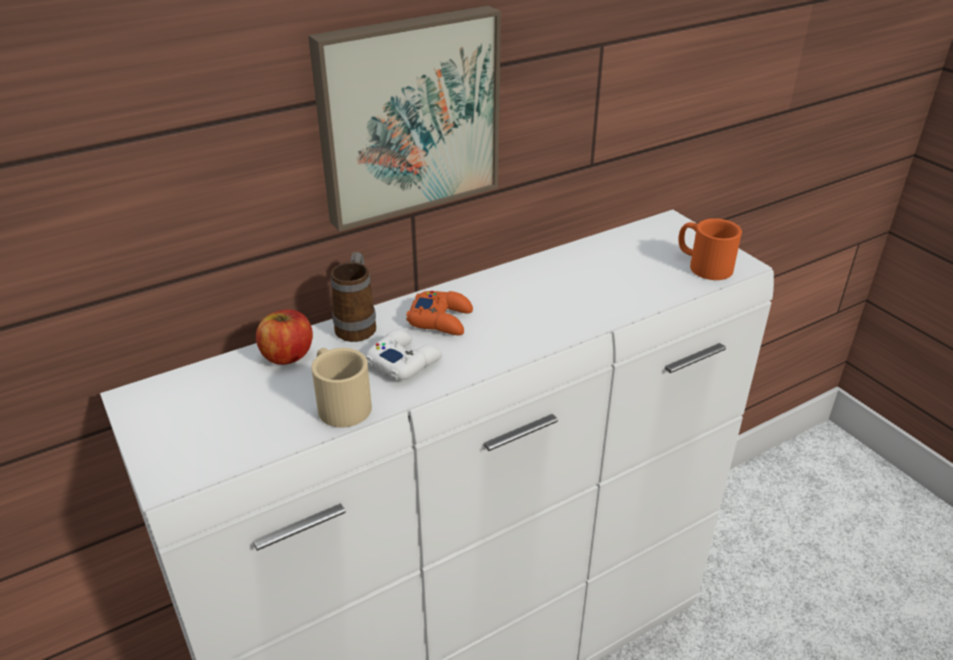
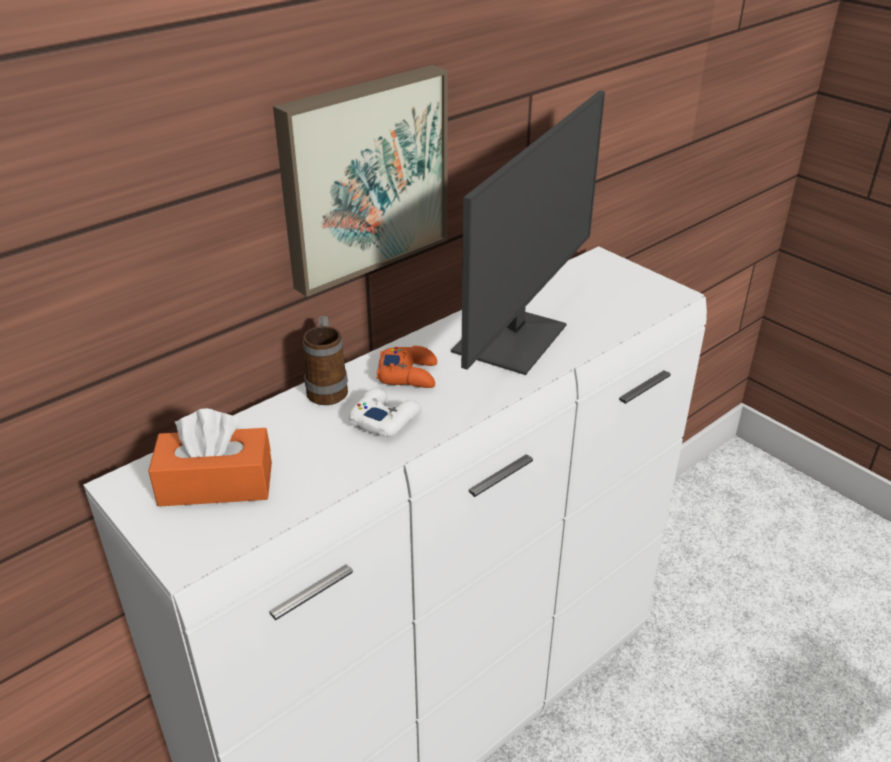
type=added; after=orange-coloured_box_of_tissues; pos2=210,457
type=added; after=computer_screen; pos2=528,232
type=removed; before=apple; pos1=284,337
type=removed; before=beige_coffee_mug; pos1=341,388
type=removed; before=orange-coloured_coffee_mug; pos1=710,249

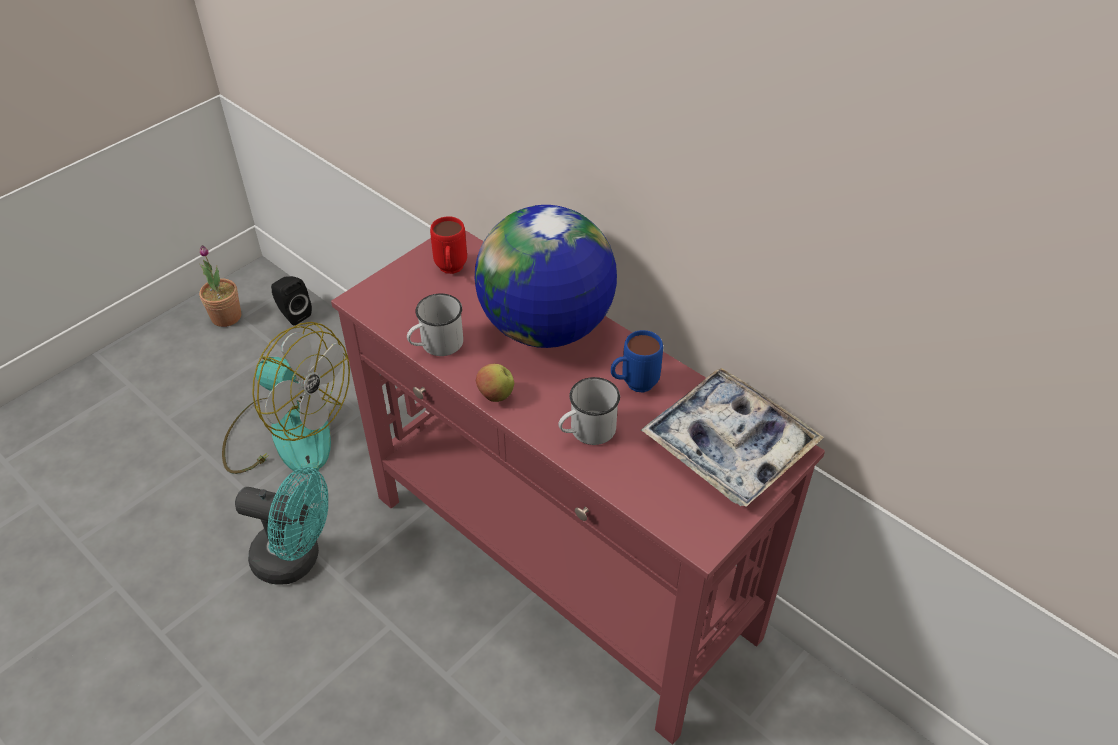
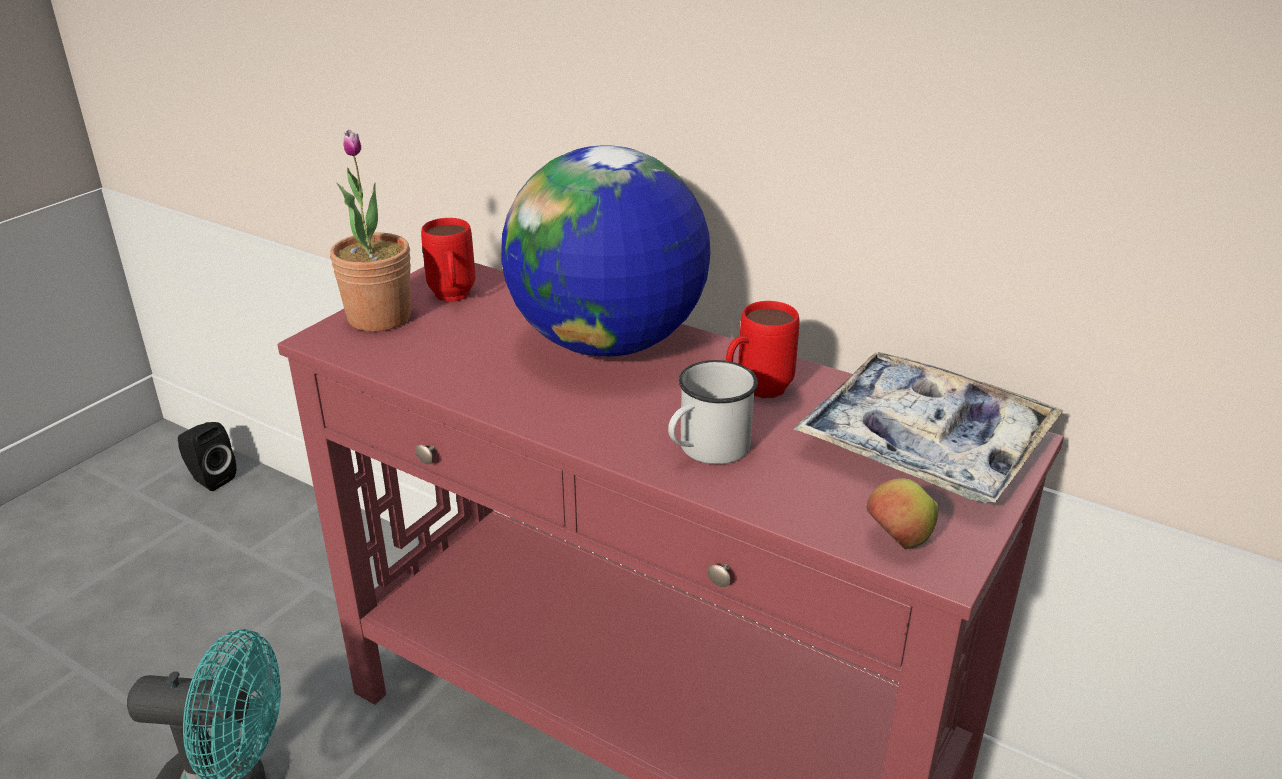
type=moved; before=houseplant; pos1=220,286; pos2=370,231
type=recoloured; before=blue-coloured_coffee_mug; after=reddish_coffee_mug; pos1=637,361; pos2=763,349
type=moved; before=apple; pos1=495,383; pos2=902,513
type=removed; before=electric_fan; pos1=286,398
type=removed; before=white-coloured_coffee_mug; pos1=435,324

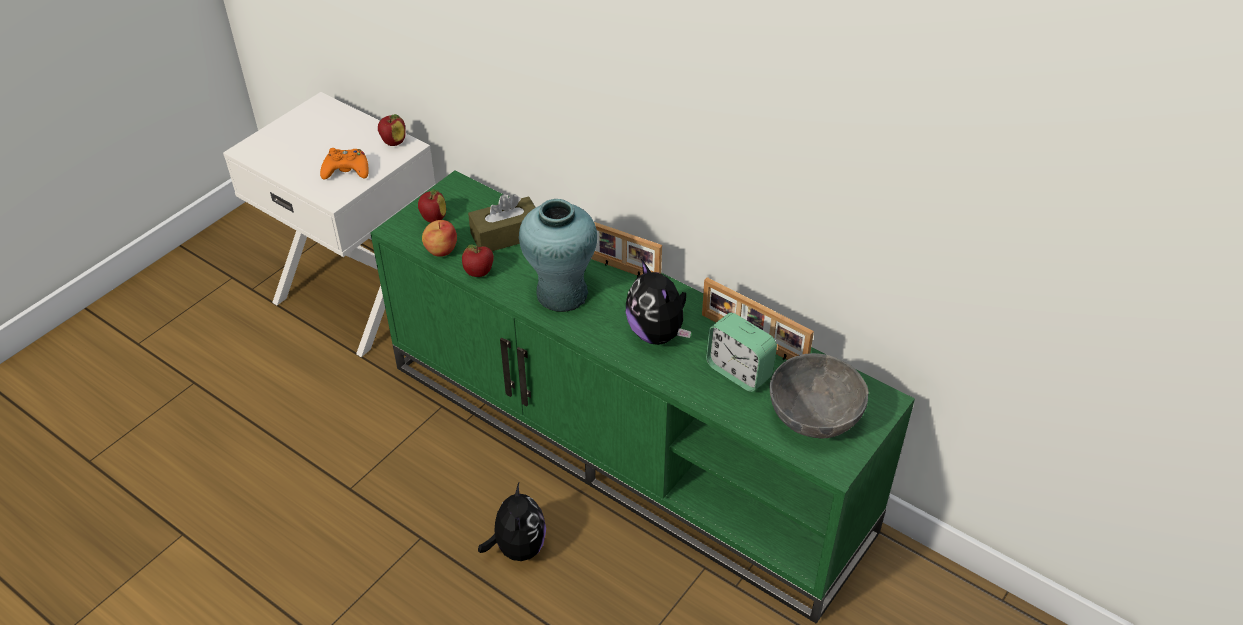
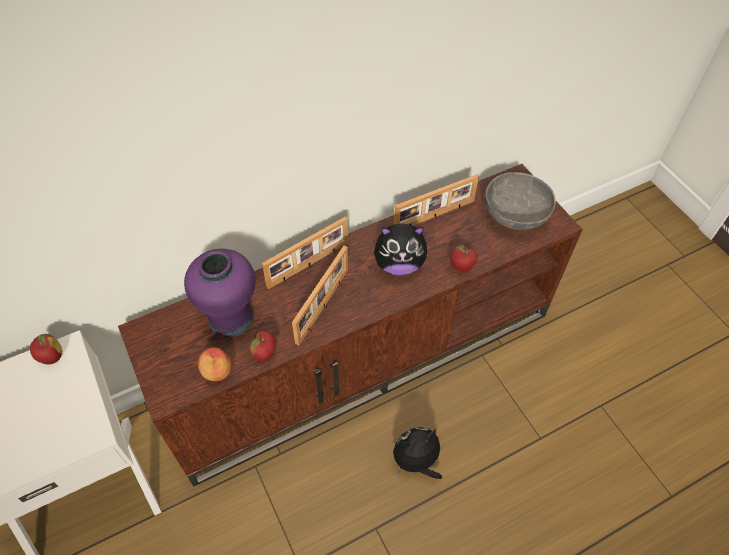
type=recoloured; before=greenish_tv_stand; after=brownish_tv_stand; pos1=642,396; pos2=350,325
type=replaced; before=brownish_box_of_tissues; after=purple_decorative_vase; pos1=502,222; pos2=219,293
type=replaced; before=turquoise_decorative_vase; after=photo_frame; pos1=558,255; pos2=320,296
type=turned; before=cuddly_toy; pos1=512,522; pos2=417,453; turn=-45
type=moved; before=apple; pos1=432,206; pos2=464,258
type=removed; before=orange-coloured_game_controller; pos1=344,164
type=removed; before=table_clock; pos1=741,352

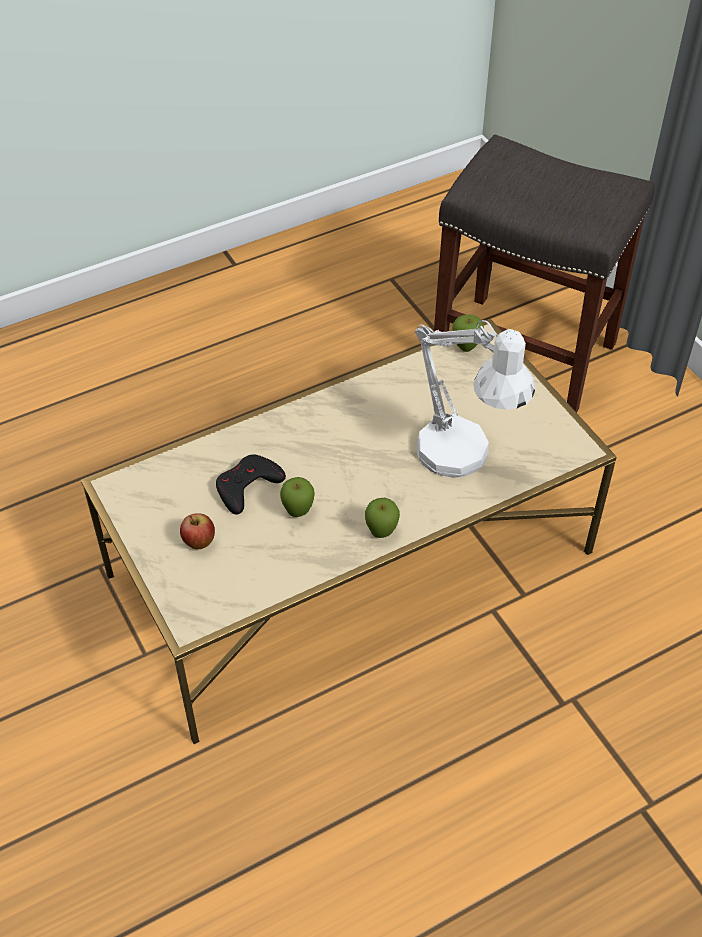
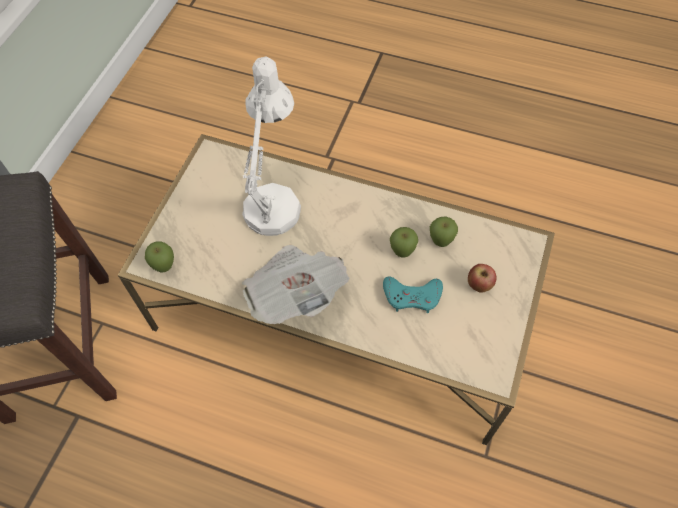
type=added; after=printed_paper; pos2=295,284
type=recoloured; before=black-coloured_game_controller; after=turquoise_game_controller; pos1=251,485; pos2=413,295
type=moved; before=apple; pos1=382,518; pos2=444,232

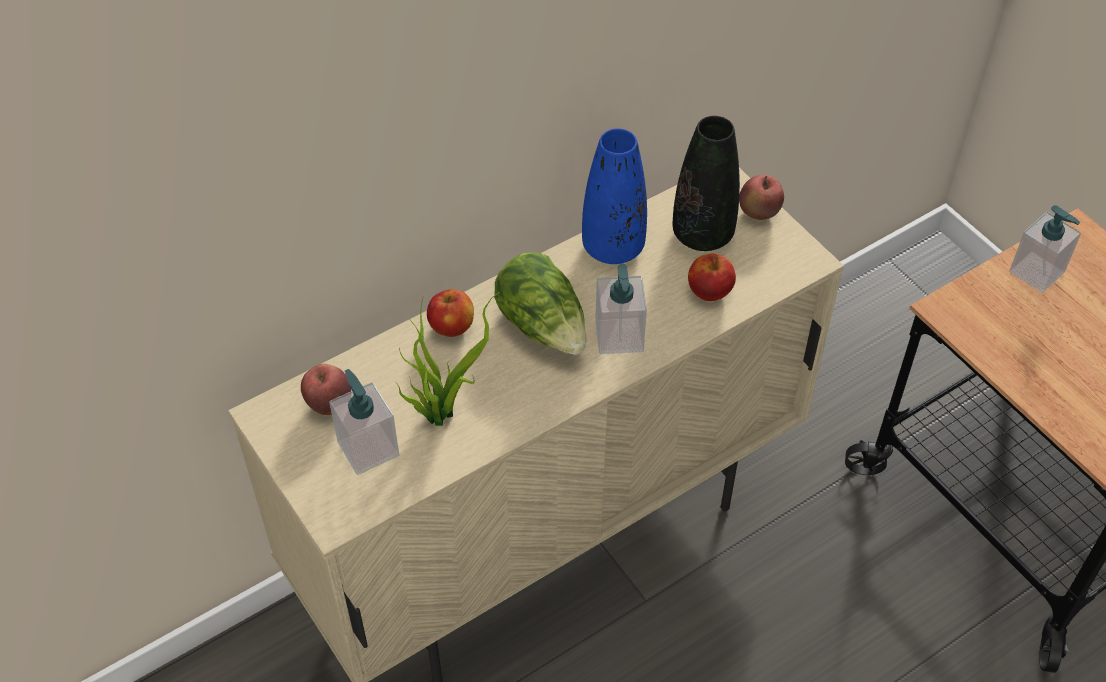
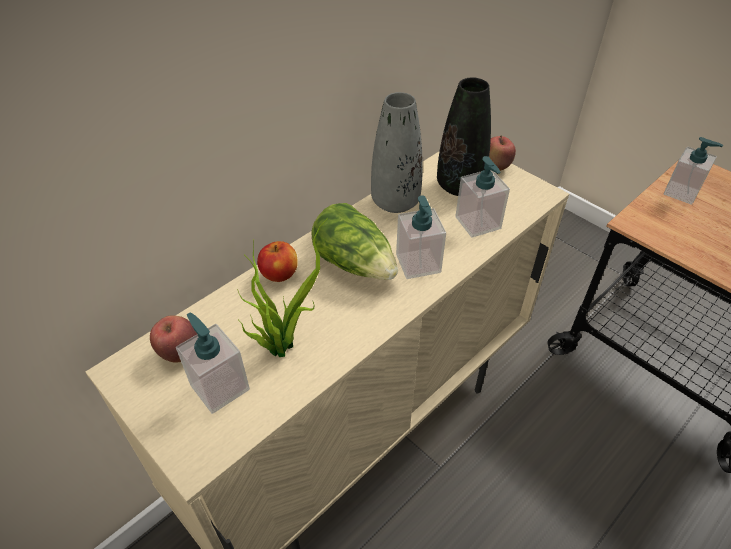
type=recoloured; before=blue-coloured_decorative_vase; after=greyish_decorative_vase; pos1=614,196; pos2=397,152
type=replaced; before=apple; after=soap_bottle; pos1=712,277; pos2=482,196

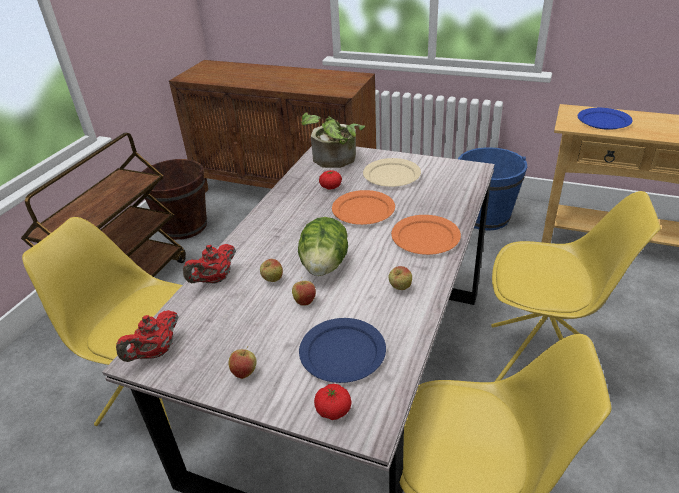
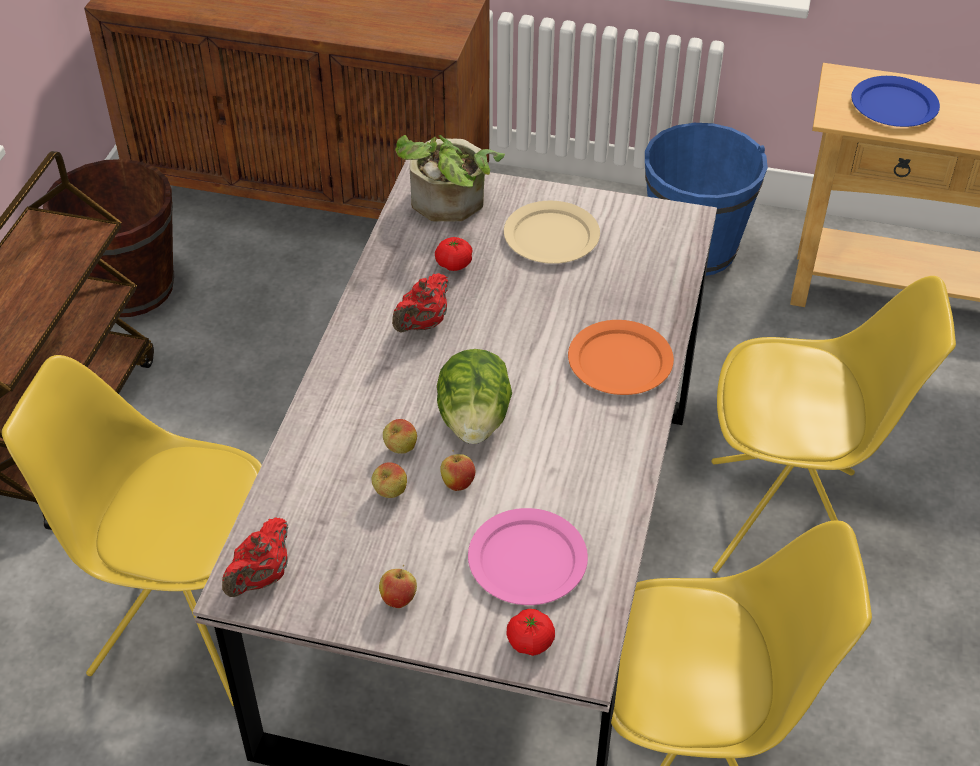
type=moved; before=apple; pos1=400,278; pos2=389,480
type=moved; before=reddish_tea_pot; pos1=209,264; pos2=420,303
type=recoloured; before=blue-coloured_flat_dish; after=pink_flat_dish; pos1=342,350; pos2=528,556
type=removed; before=orange-coloured_flat_dish; pos1=363,207

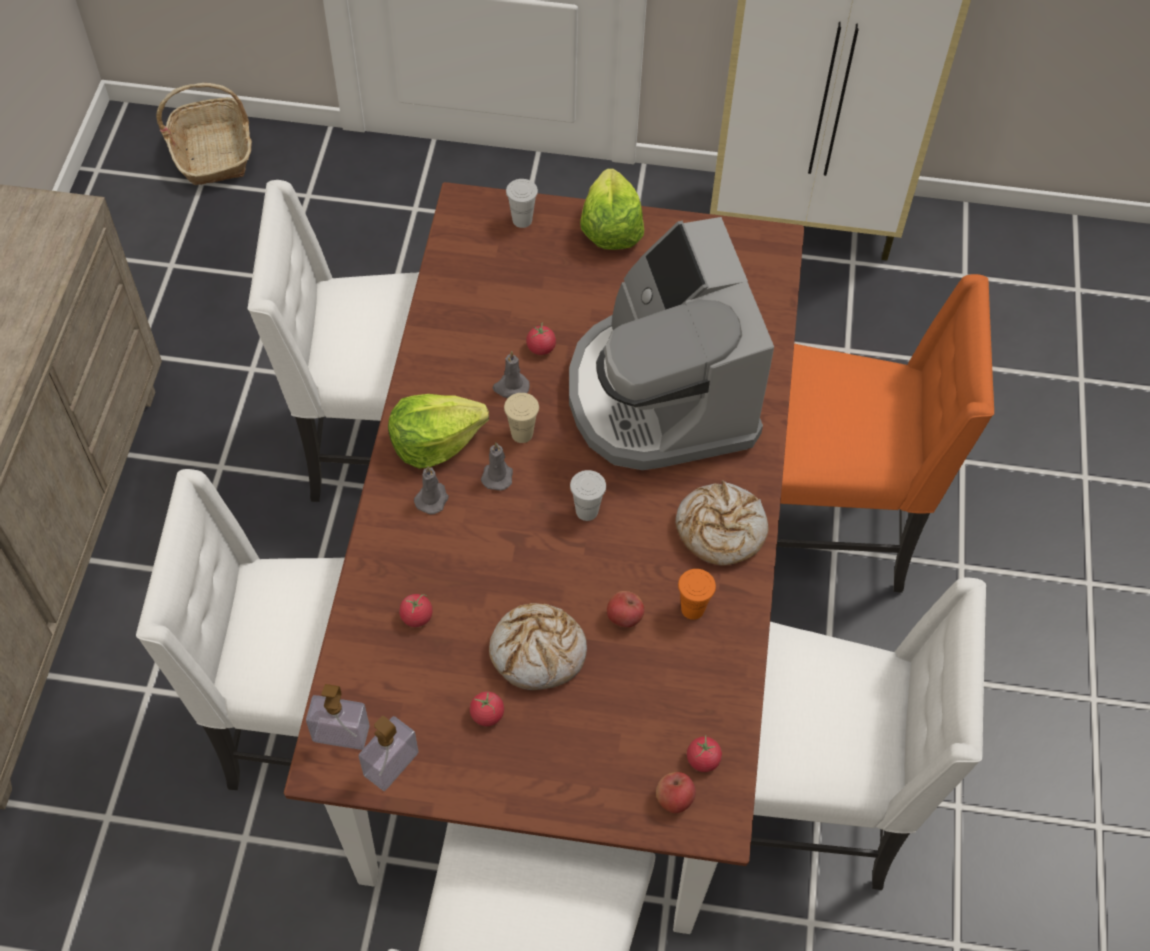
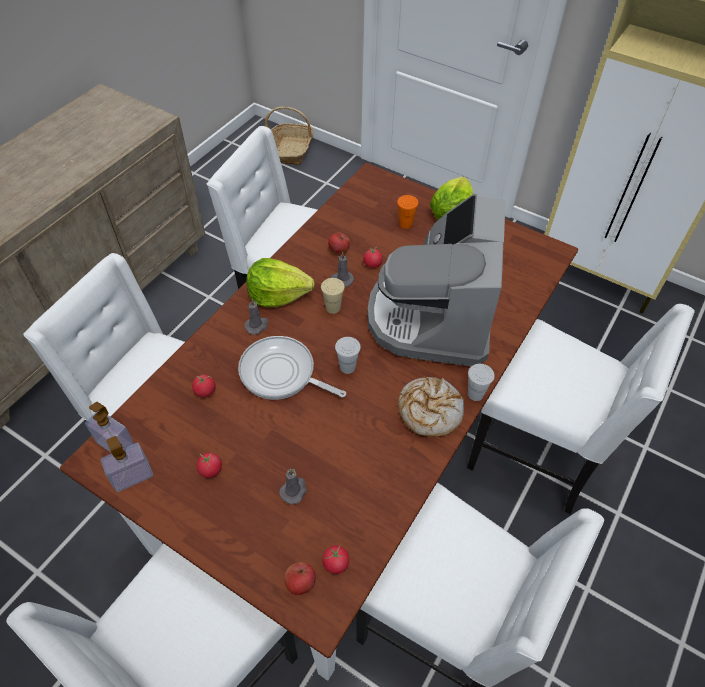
type=added; after=skillet; pos2=292,368
type=moved; before=greyish_candle; pos1=497,467; pos2=293,486
type=moved; before=apple; pos1=626,609; pos2=339,243
type=moved; before=orange-coloured_cup; pos1=697,594; pos2=407,212
type=recoloured; before=orange-coloured_chair; after=white-coloured_chair; pos1=885,433; pos2=581,409
type=moved; before=white-coloured_cup; pos1=522,203; pos2=481,382
type=removed; before=baked_bread; pos1=538,646

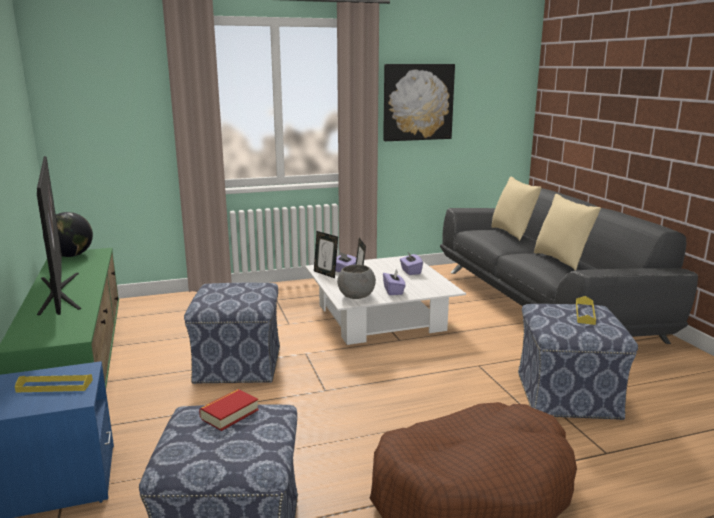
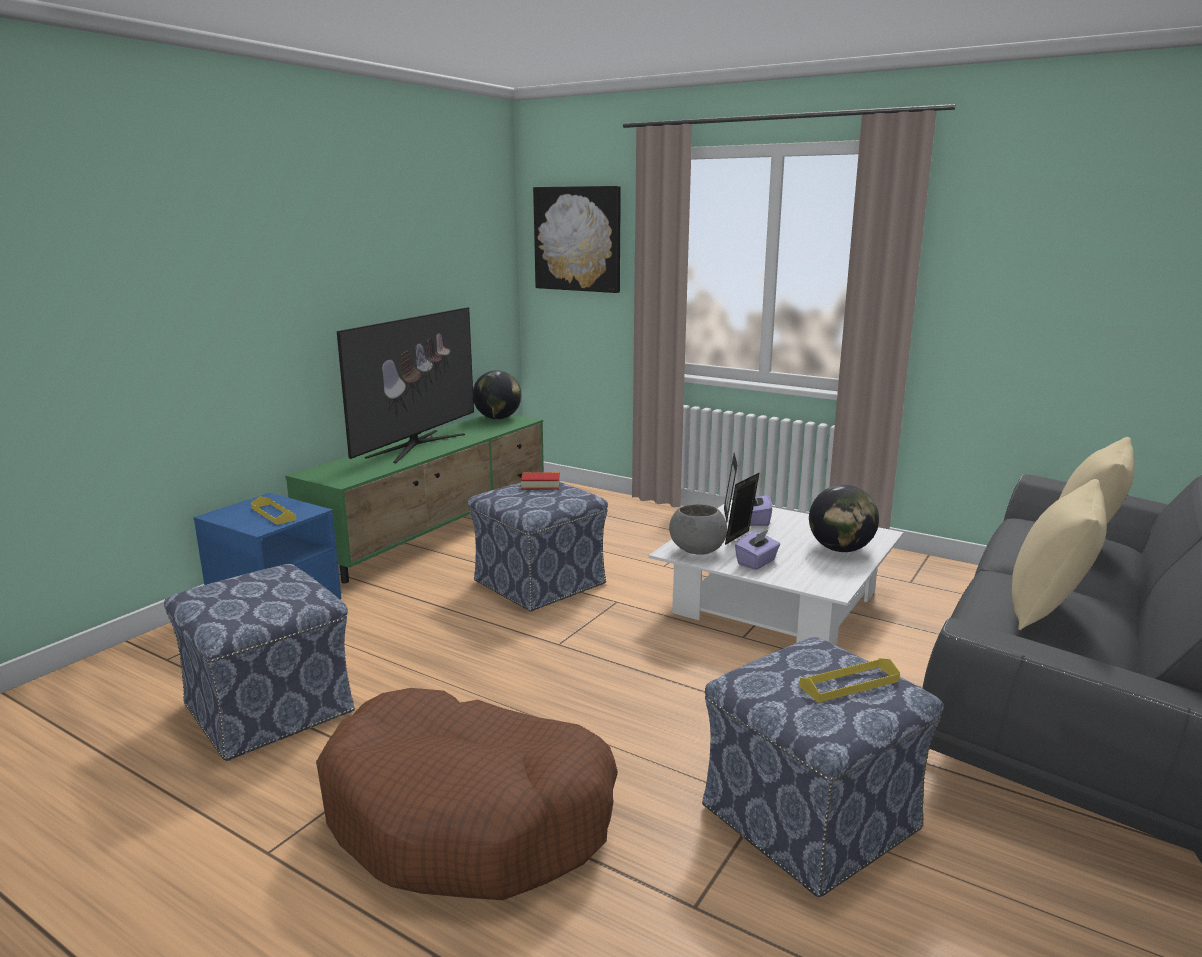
type=moved; before=book; pos1=229,410; pos2=540,481
type=moved; before=wall_picture; pos1=419,102; pos2=577,239
type=replaced; before=purple_box_of_tissues; after=world_globe; pos1=411,263; pos2=844,518

